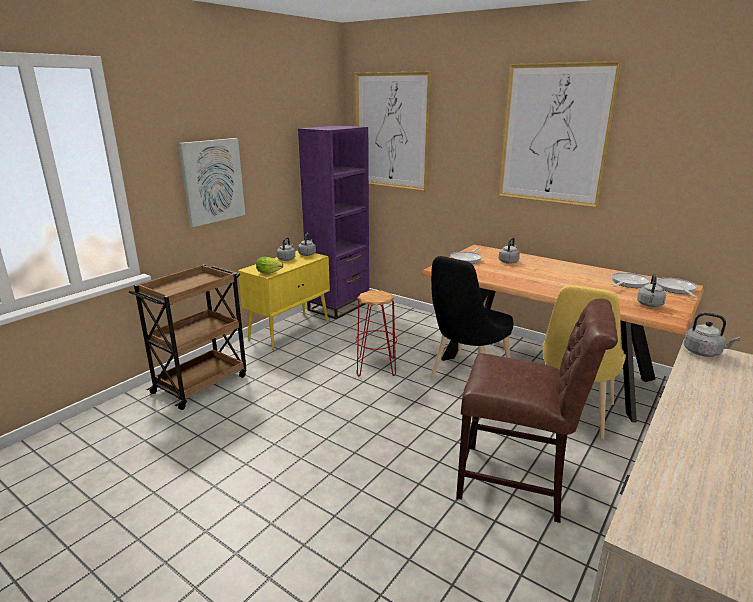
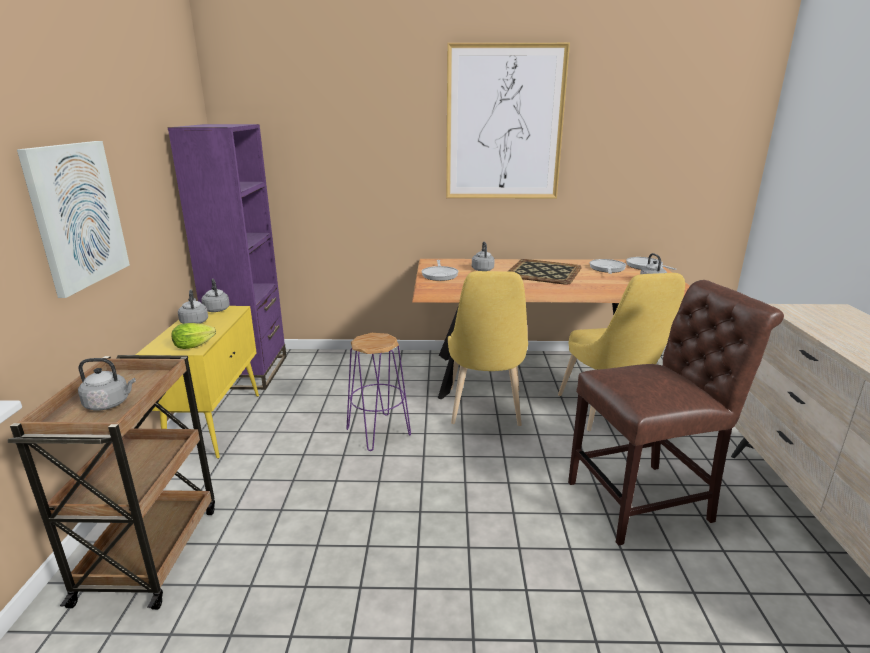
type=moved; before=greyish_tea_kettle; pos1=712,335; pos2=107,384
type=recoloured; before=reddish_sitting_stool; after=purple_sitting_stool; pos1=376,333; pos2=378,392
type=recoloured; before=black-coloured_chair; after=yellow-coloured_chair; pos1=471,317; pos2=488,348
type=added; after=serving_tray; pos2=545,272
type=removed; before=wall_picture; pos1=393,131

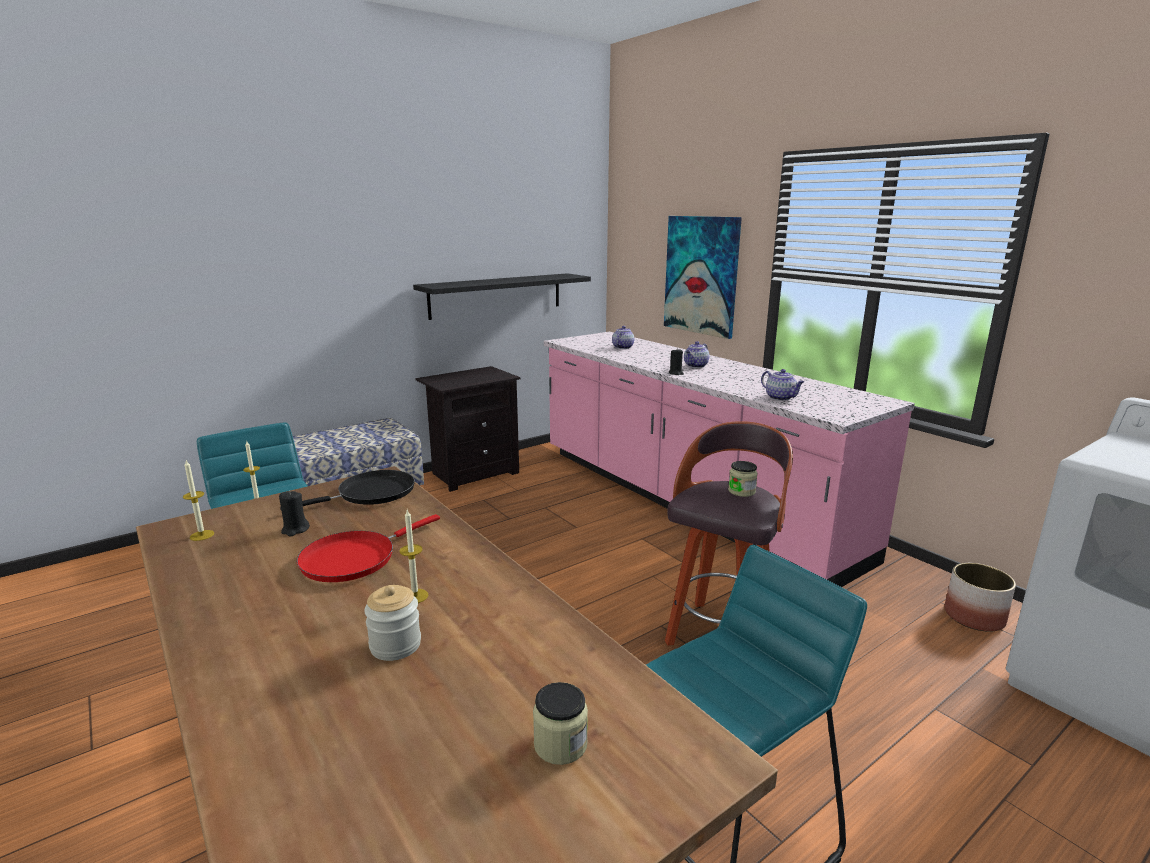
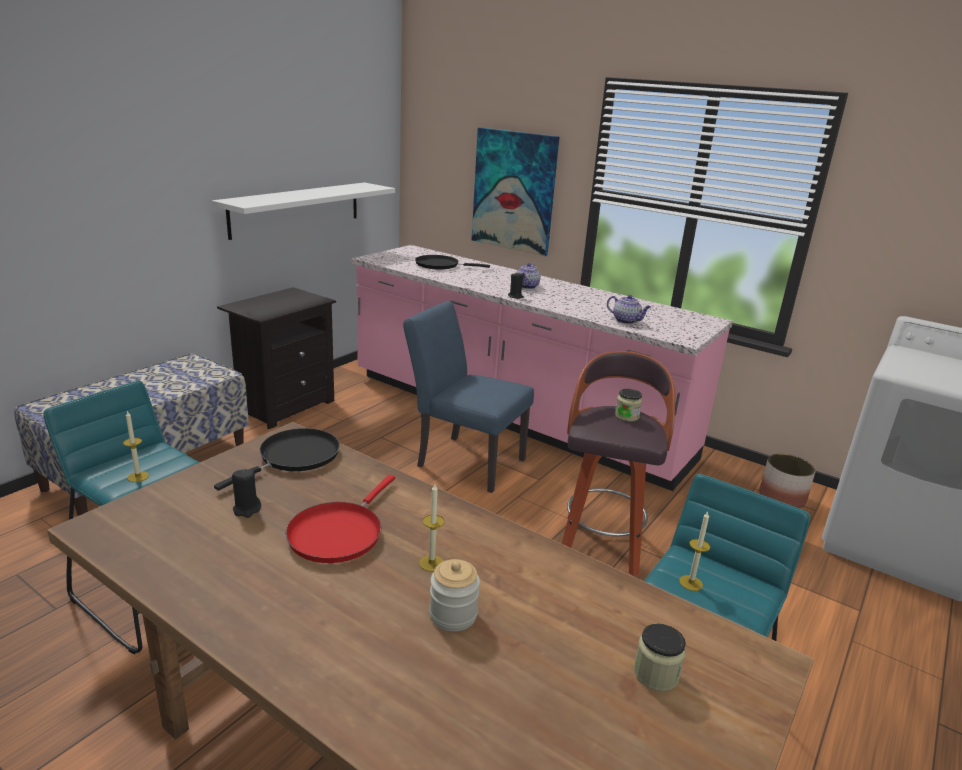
type=recoloured; before=black-coloured_wall_shelf; after=white-coloured_wall_shelf; pos1=502,296; pos2=303,211
type=added; after=blue-coloured_chair; pos2=468,397
type=replaced; before=tea_pot; after=black-coloured_skillet; pos1=623,337; pos2=452,262
type=moved; before=candle; pos1=198,500; pos2=694,551

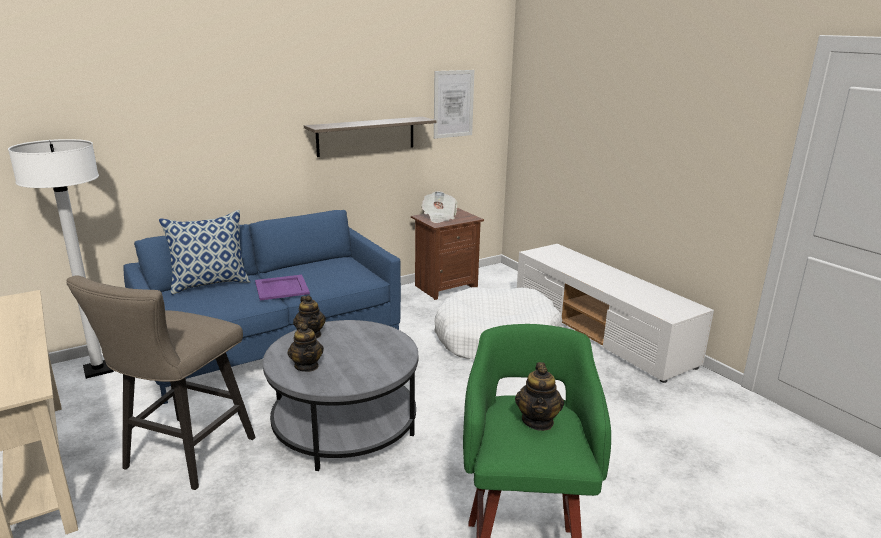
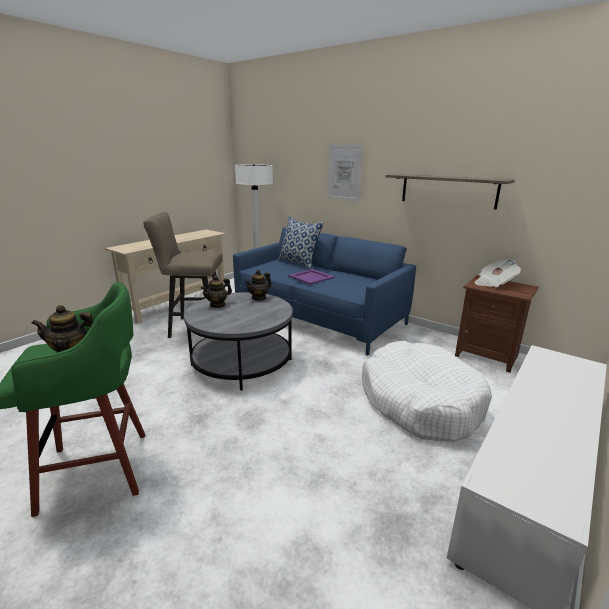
type=moved; before=wall_picture; pos1=454,104; pos2=345,172

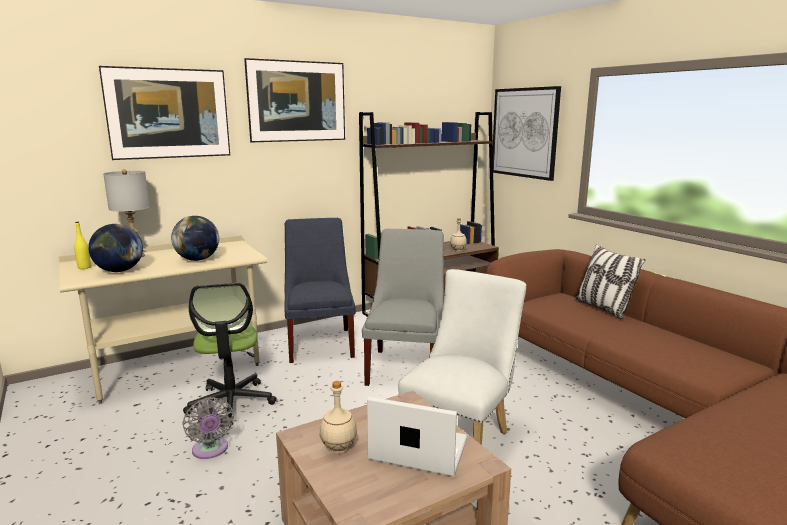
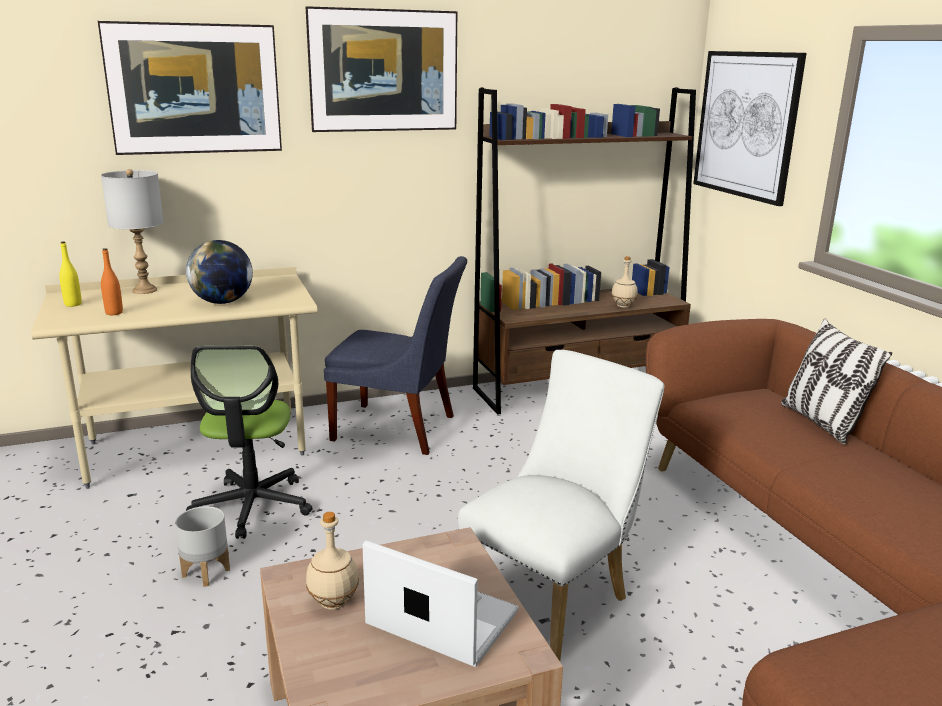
type=replaced; before=world_globe; after=orange-coloured_beverage_bottle; pos1=115,248; pos2=112,281
type=replaced; before=greyish_electric_fan; after=greyish_planter; pos1=208,428; pos2=202,546
type=turned; before=blue-coloured_chair; pos1=320,290; pos2=395,355; turn=105
type=removed; before=greyish_chair; pos1=403,307

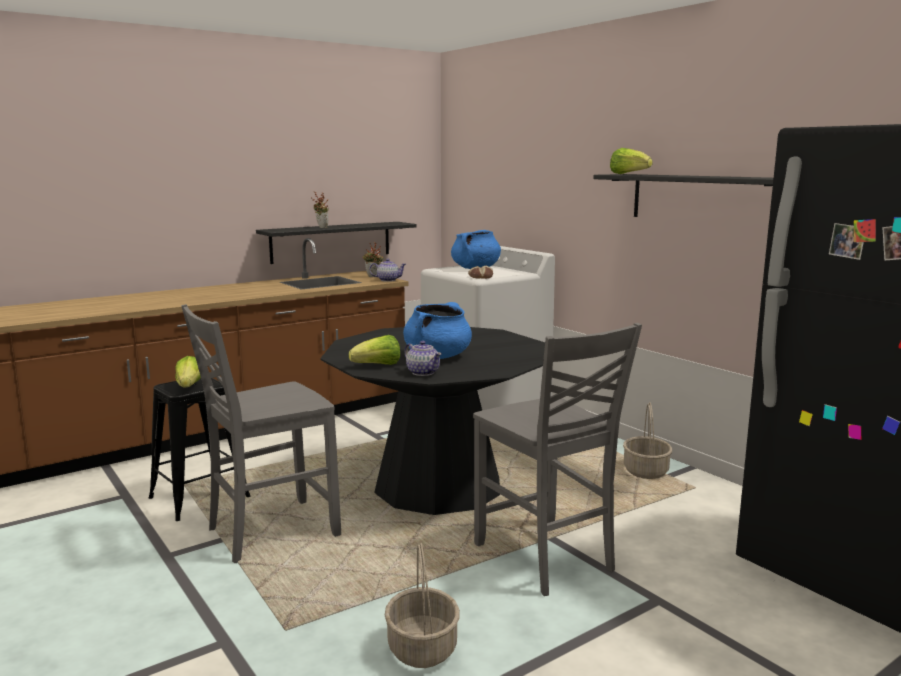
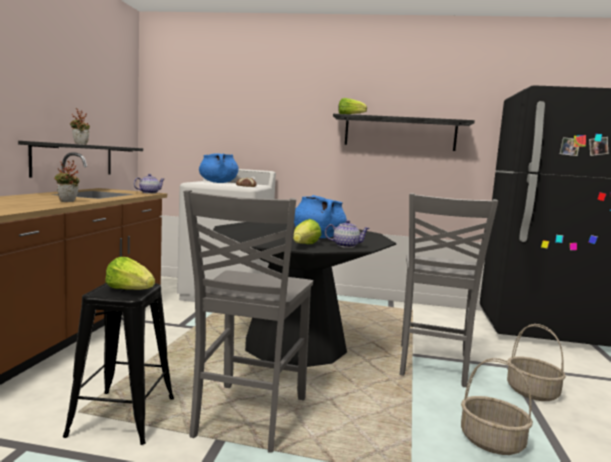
type=moved; before=houseplant; pos1=373,259; pos2=66,181
type=turned; before=greyish_chair; pos1=557,459; pos2=449,290; turn=90
type=moved; before=household_basket; pos1=647,441; pos2=536,362

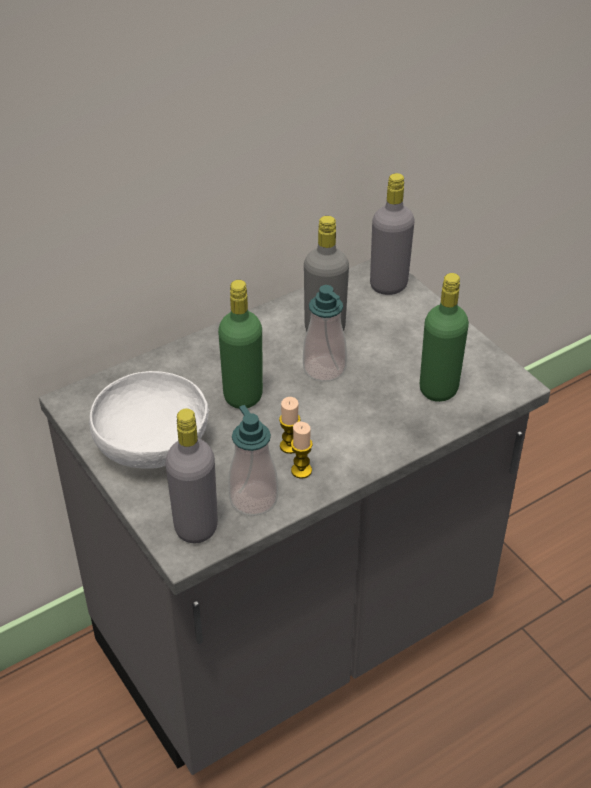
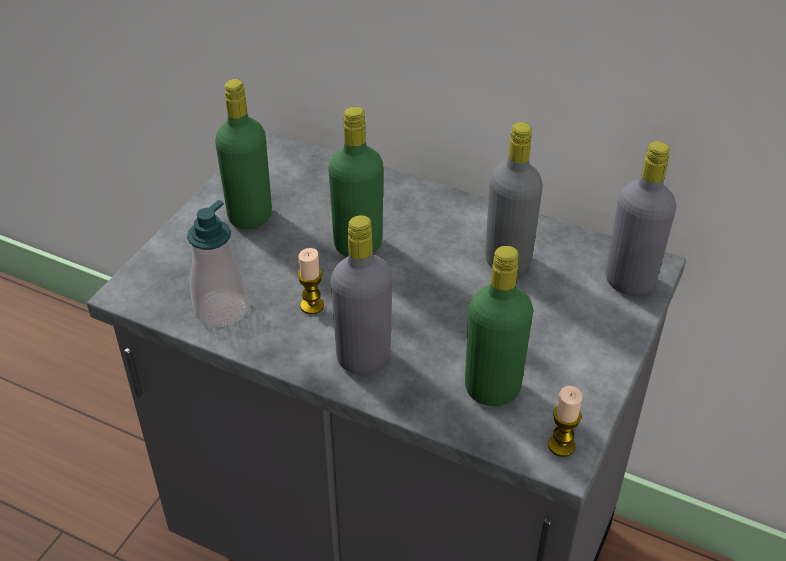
type=replaced; before=white-coloured_serving_bowl; after=greenish_beverage_bottle; pos1=149,420; pos2=243,154
type=moved; before=greyish_beverage_bottle; pos1=191,475; pos2=361,295
type=moved; before=candle; pos1=302,450; pos2=565,421
type=removed; before=soap_bottle; pos1=325,333

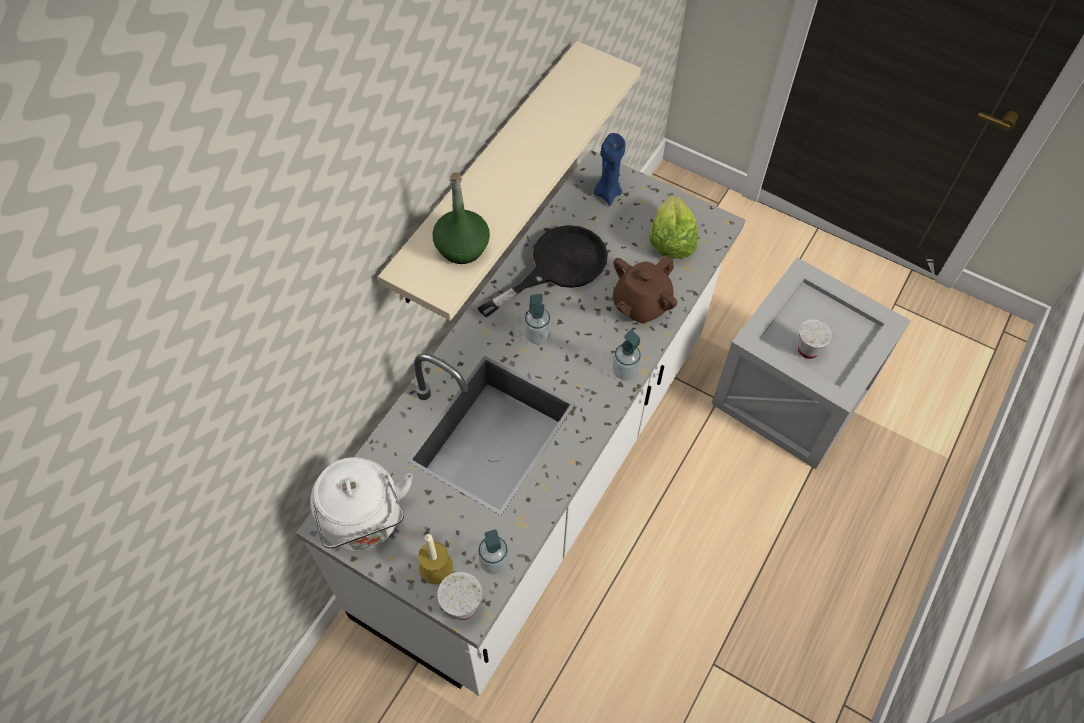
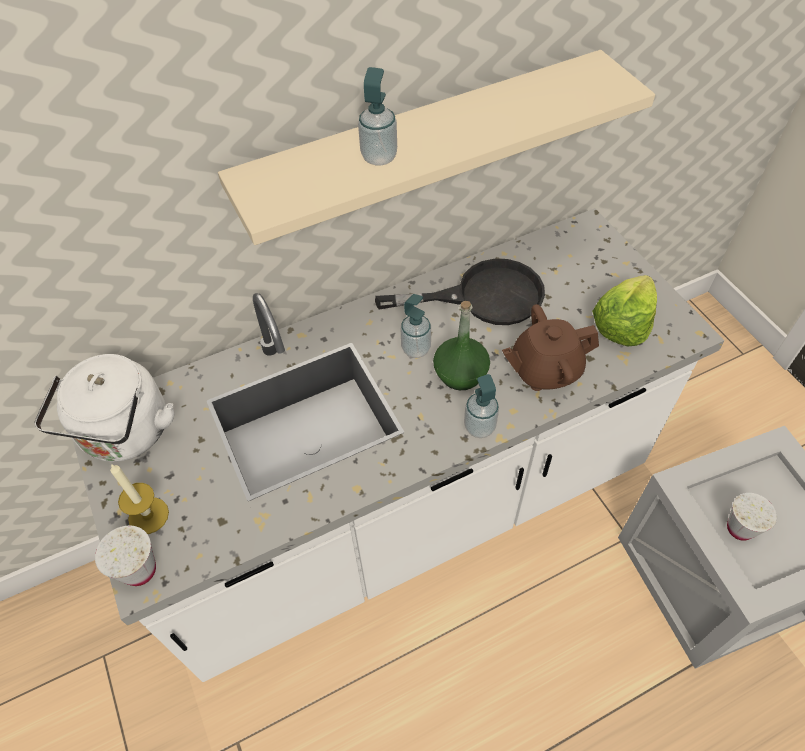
type=moved; before=soap_bottle; pos1=493,551; pos2=377,116
type=moved; before=greenish_beverage_bottle; pos1=461,218; pos2=461,345
type=removed; before=blue-coloured_candle; pos1=609,169

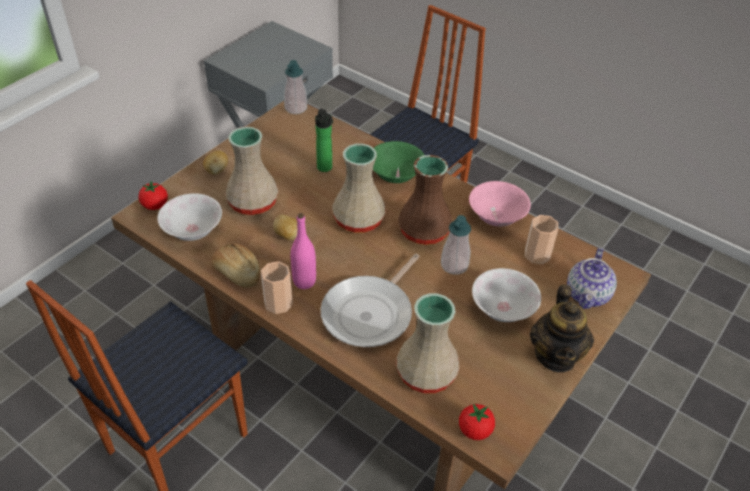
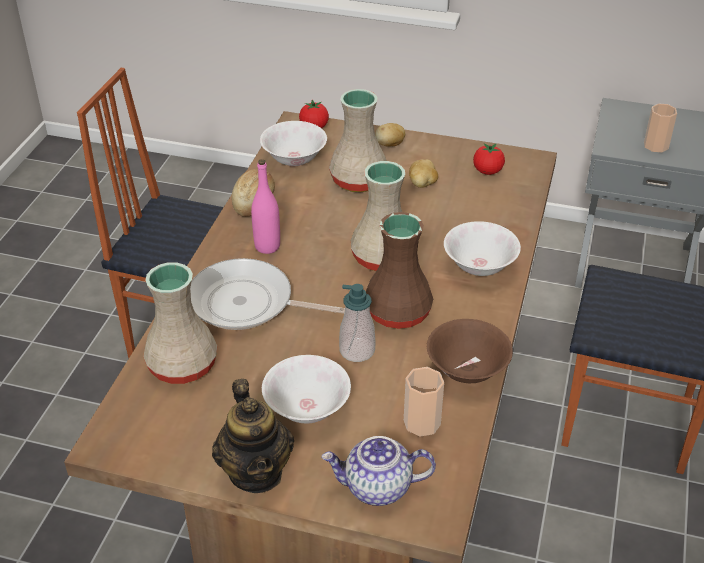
type=turned; before=tea_pot; pos1=562,328; pos2=253,436; turn=-90
type=moved; before=whole_potato; pos1=285,228; pos2=423,173
type=recoloured; before=pink_serving_bowl; after=brownish_serving_bowl; pos1=500,204; pos2=470,351
type=recoloured; before=greenish_serving_bowl; after=white-coloured_serving_bowl; pos1=398,162; pos2=482,248
type=moved; before=tomato; pos1=477,422; pos2=489,159
type=moved; before=cup; pos1=277,287; pos2=660,128
type=removed; before=soap_bottle; pos1=295,87
type=removed; before=beverage_bottle; pos1=324,140

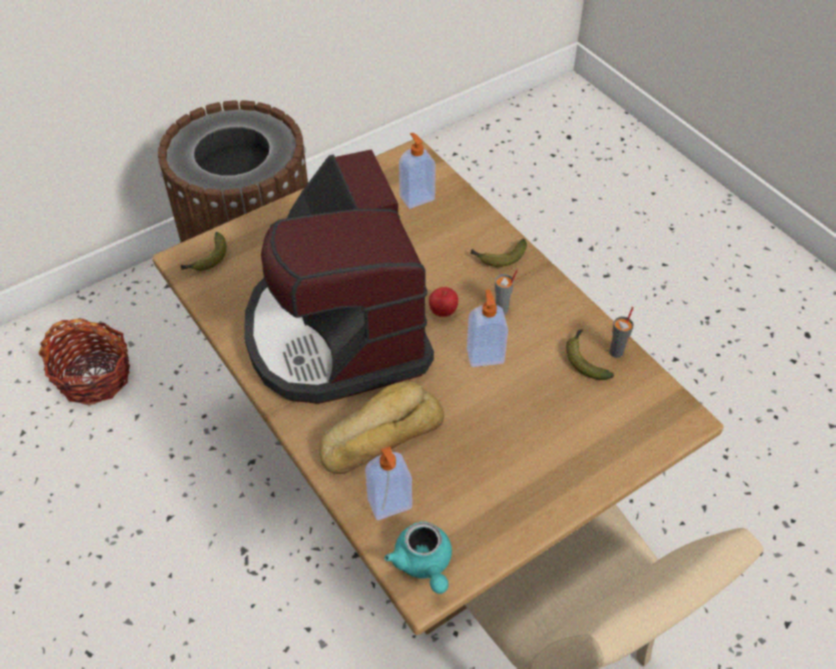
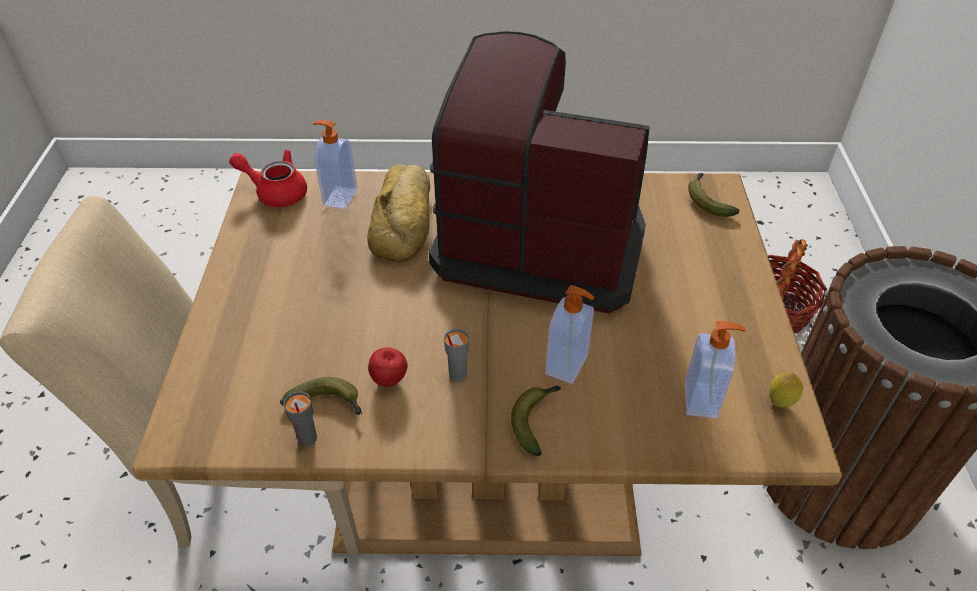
type=recoloured; before=turquoise_tea_pot; after=reddish_tea_pot; pos1=418,557; pos2=268,178
type=moved; before=apple; pos1=443,302; pos2=388,367
type=moved; before=soap_bottle; pos1=487,328; pos2=569,334
type=added; after=whole_lemon; pos2=786,390

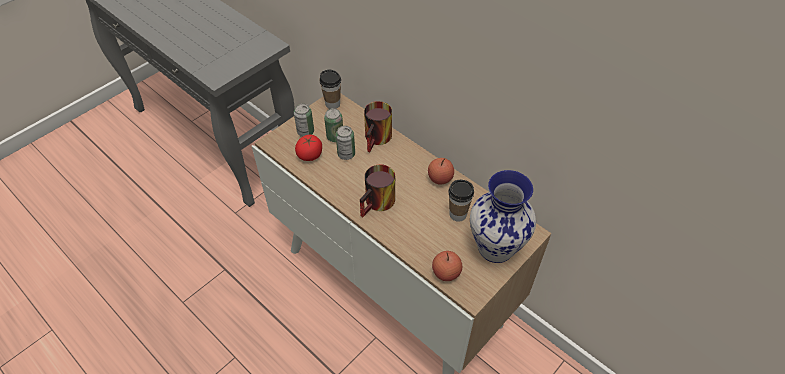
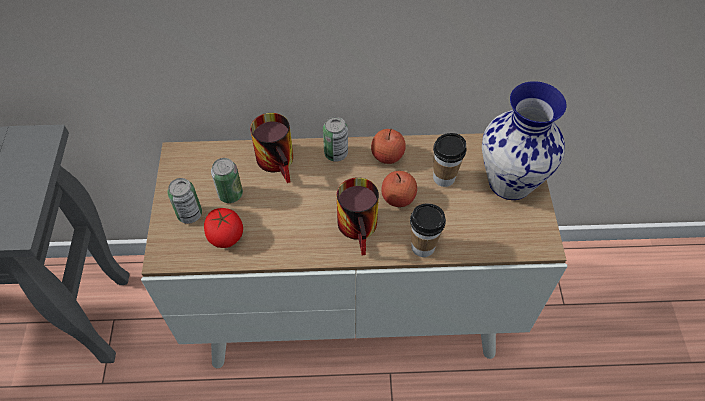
type=moved; before=can; pos1=345,143; pos2=335,139
type=moved; before=apple; pos1=447,266; pos2=399,189
type=moved; before=cup; pos1=330,89; pos2=428,230

